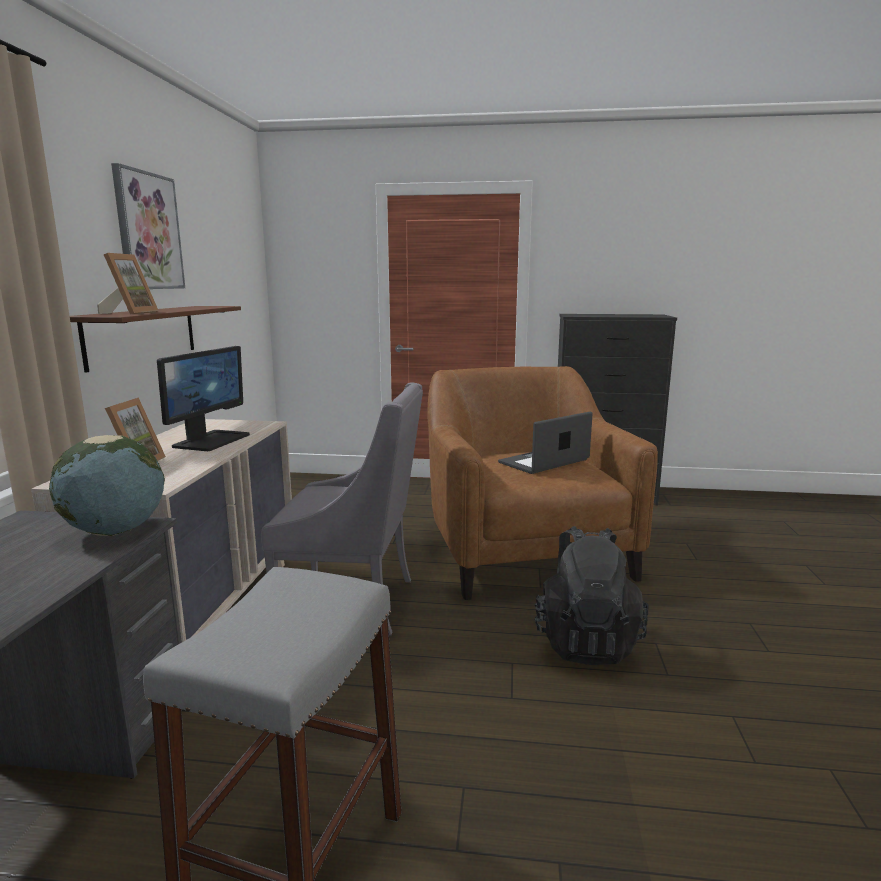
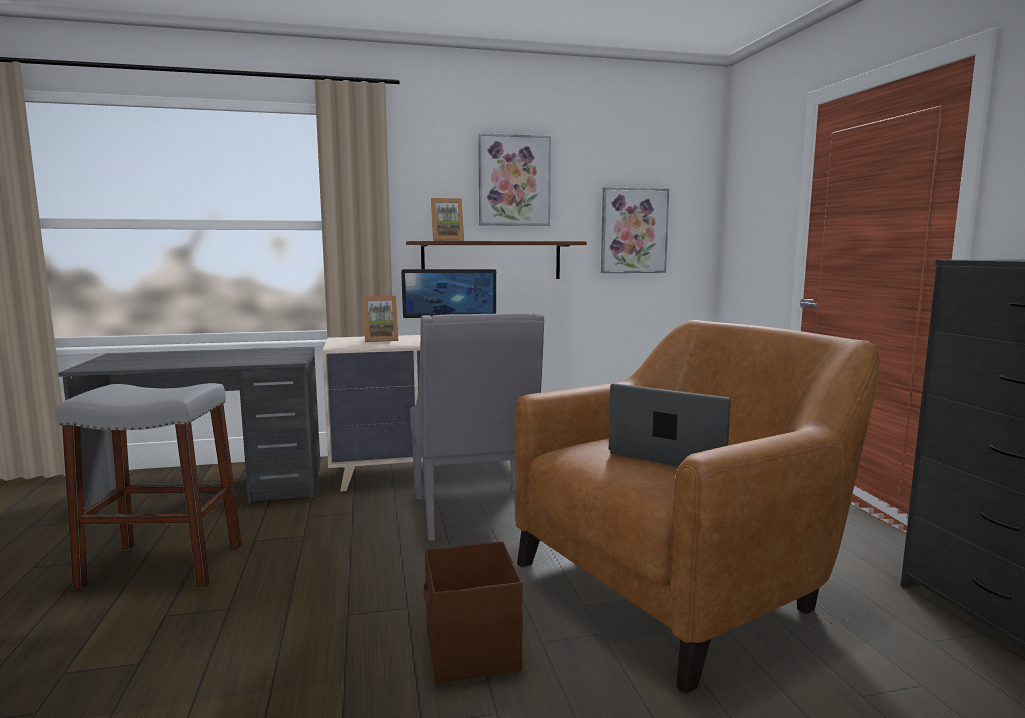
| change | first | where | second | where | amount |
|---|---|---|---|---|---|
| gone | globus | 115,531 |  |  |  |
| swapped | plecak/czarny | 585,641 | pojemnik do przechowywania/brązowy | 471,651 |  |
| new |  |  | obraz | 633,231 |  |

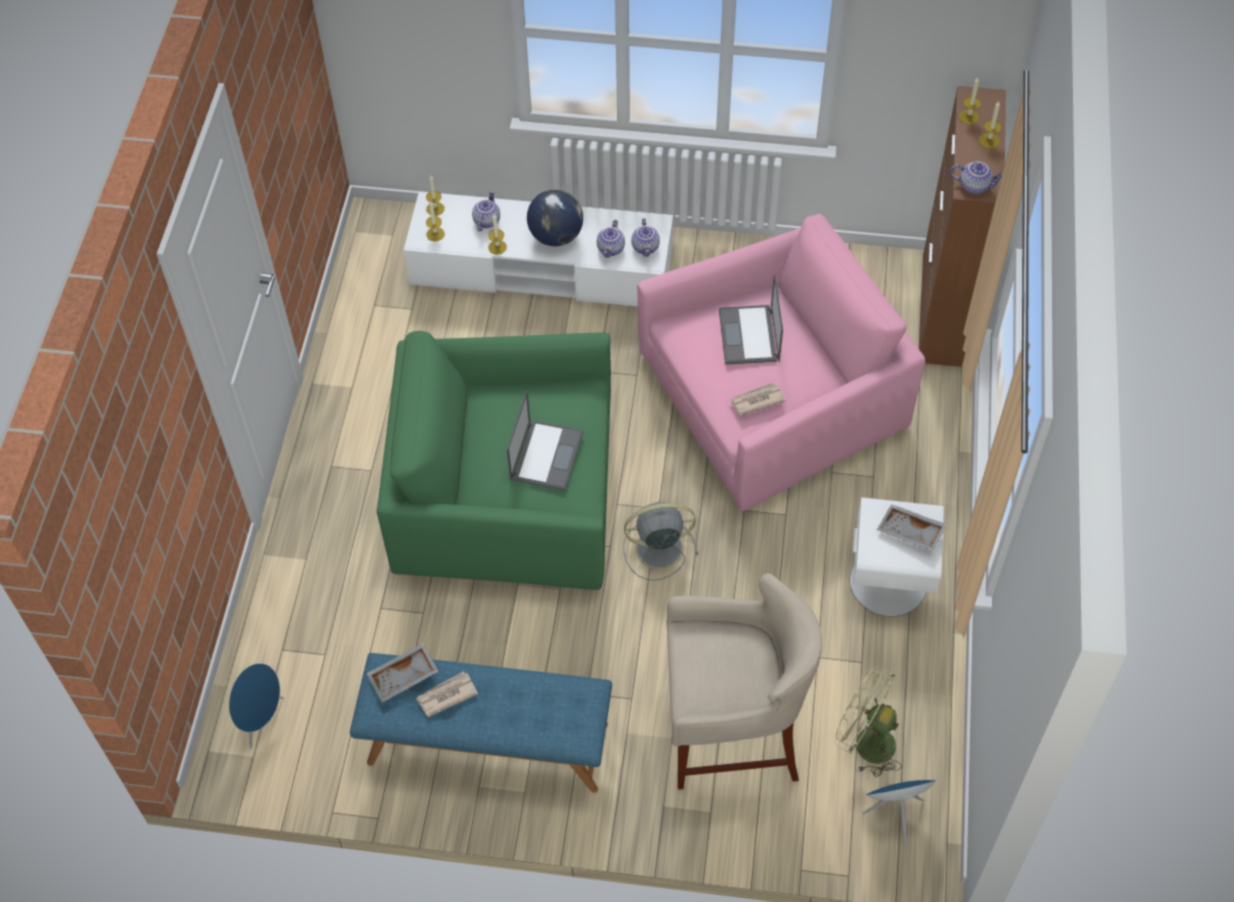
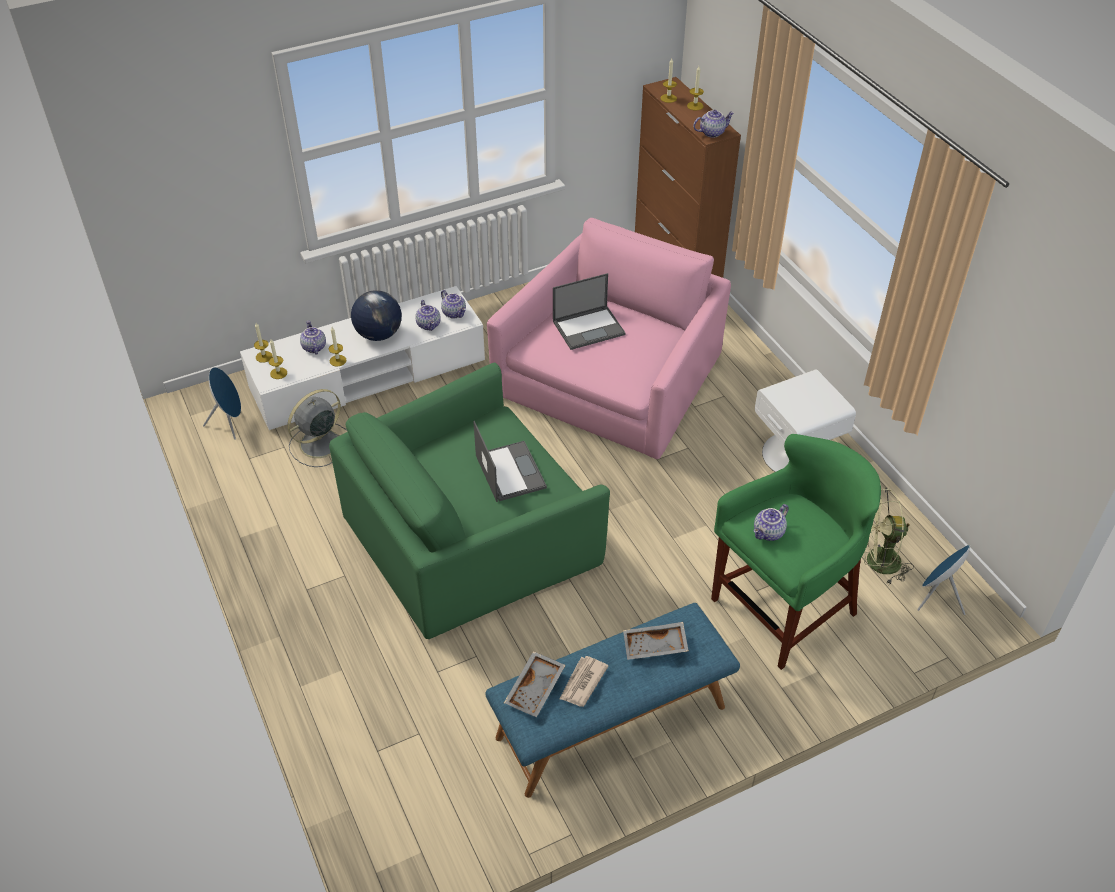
| change | first | where | second | where | amount |
|---|---|---|---|---|---|
| shifted | głośnik/niebieski | 261,720 |  | 230,423 |  |
| shifted | wentylator/szary | 657,549 |  | 318,444 |  |
| repainted | stołek/beżowy | 731,734 | stołek/zielony | 783,610 |  |
| rotated | laptop | 749,336 |  | 589,327 | 75 degrees counterclockwise |
| gone | gazeta | 756,400 |  |  |  |
| shifted | taca/szary | 910,533 |  | 655,647 |  |
| new |  |  | imbryk | 769,533 |  |

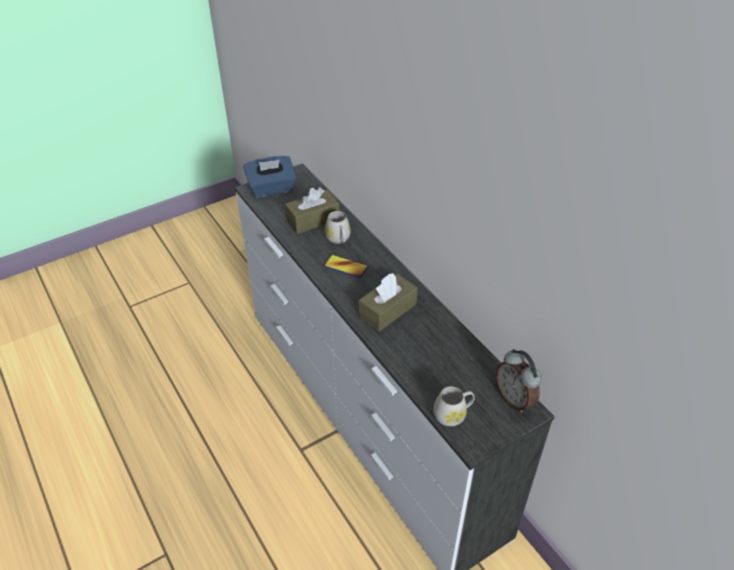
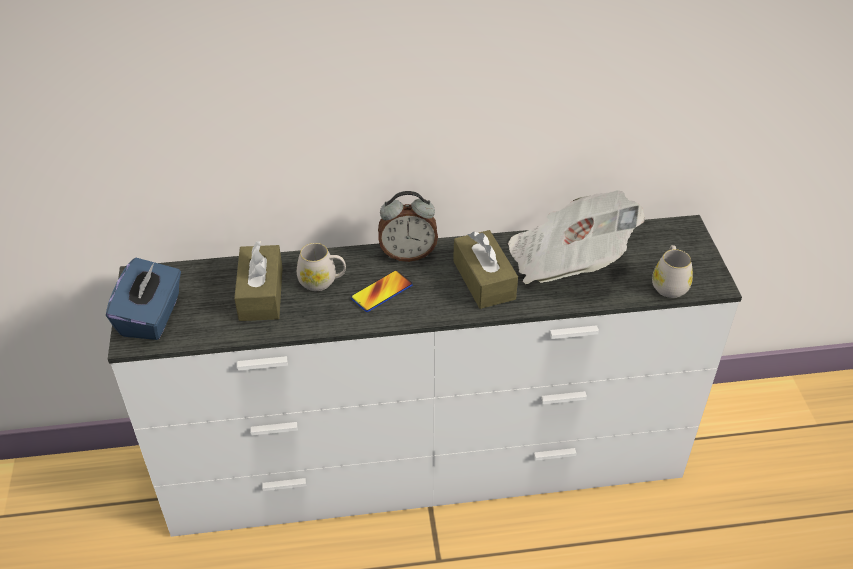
| change | first | where | second | where | amount |
|---|---|---|---|---|---|
| shifted | budzik | 514,399 |  | 408,254 |  |
| new |  |  | gazeta | 567,261 |  |

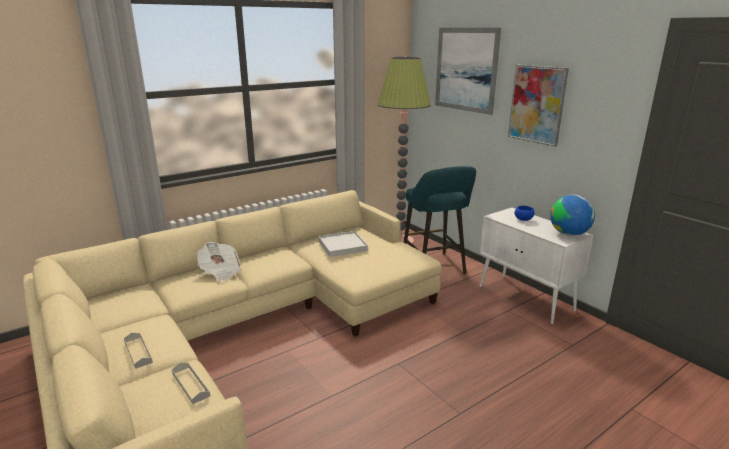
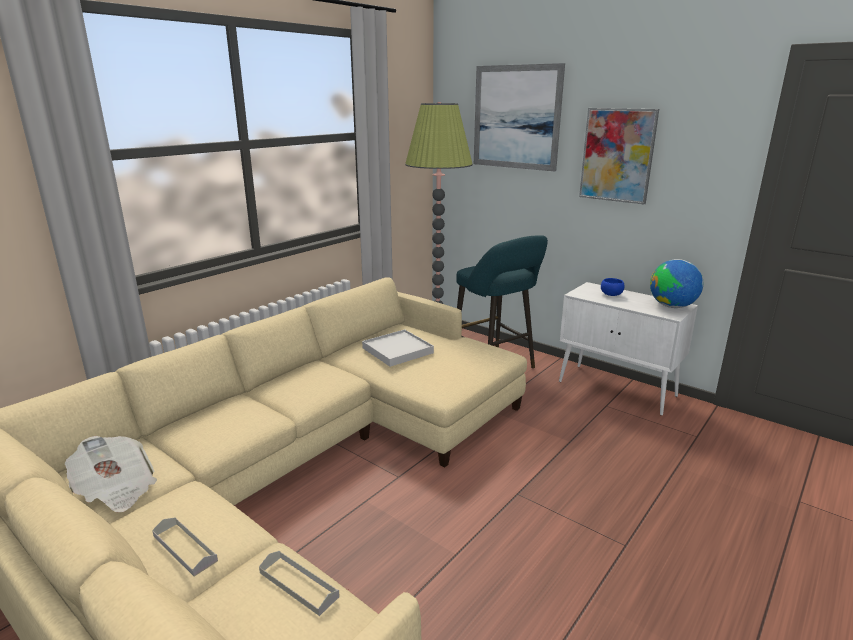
| change | first | where | second | where | amount |
|---|---|---|---|---|---|
| shifted | gazeta | 220,272 |  | 116,489 |  |

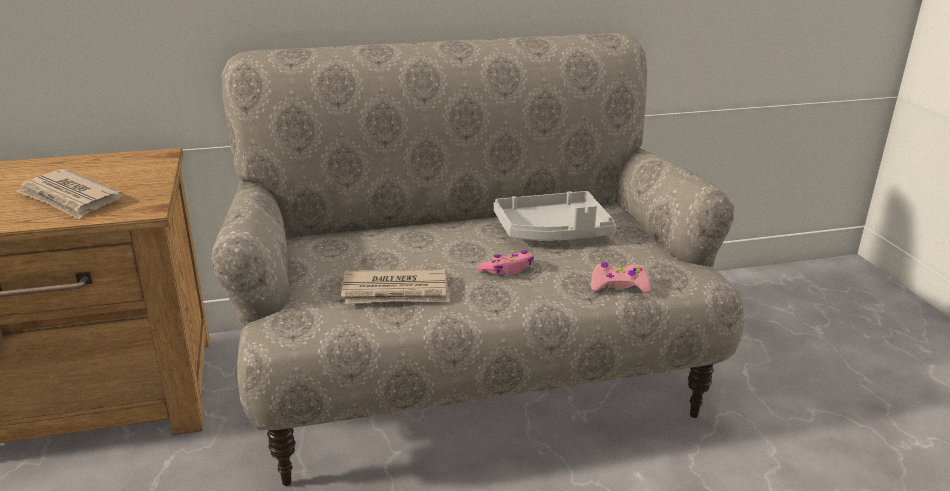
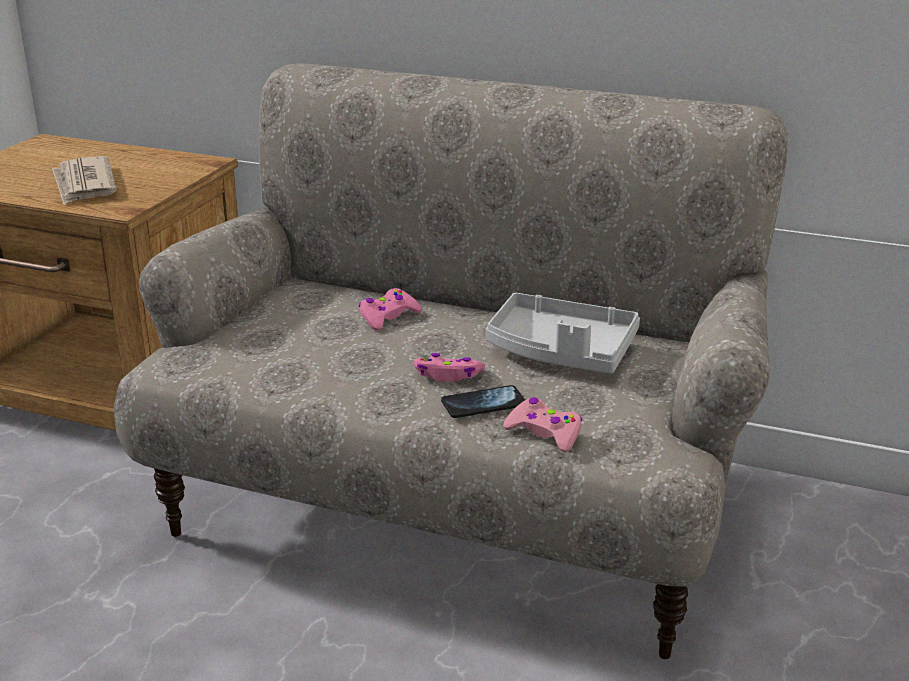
| change | first | where | second | where | amount |
|---|---|---|---|---|---|
| gone | gazeta | 396,292 |  |  |  |
| new |  |  | pad do gier/różowy | 388,317 |  |
| new |  |  | telefon | 483,404 |  |

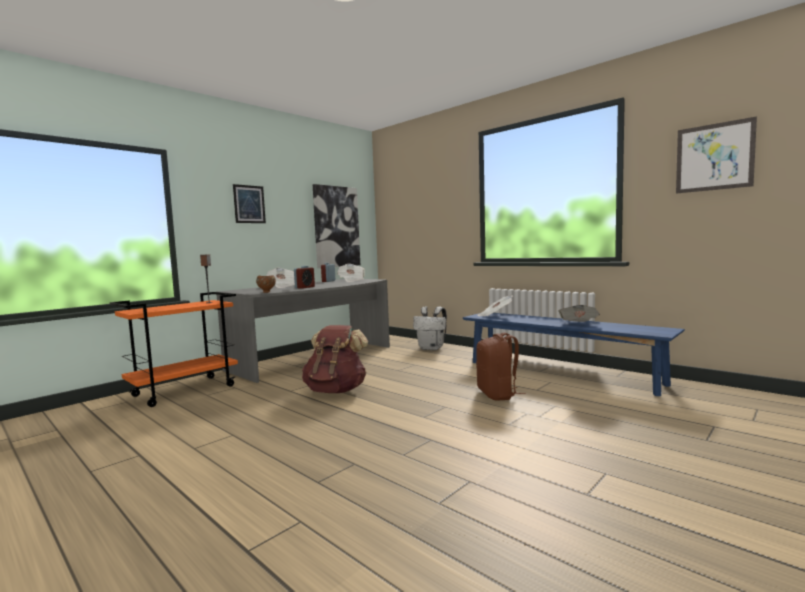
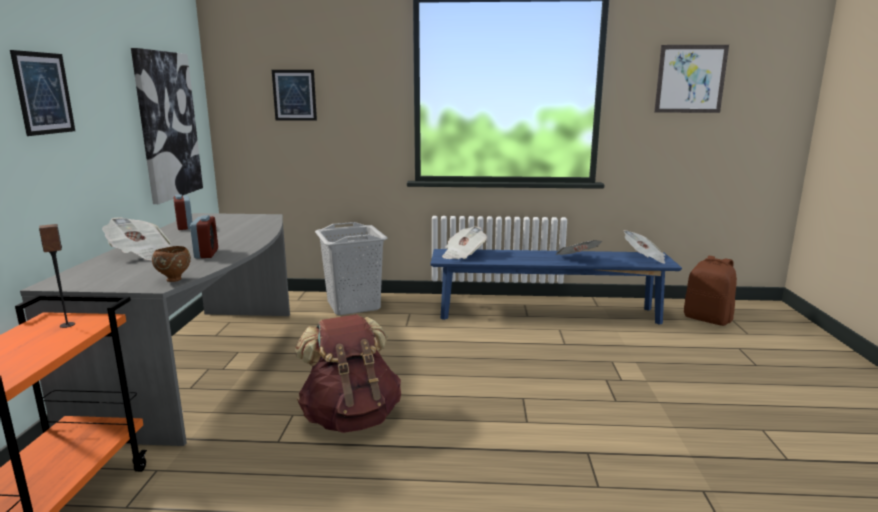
| change | first | where | second | where | amount |
|---|---|---|---|---|---|
| shifted | gazeta | 351,280 |  | 644,258 |  |
| swapped | plecak/biały | 432,348 | kosz na pranie/szary | 354,305 |  |
| shifted | plecak/brązowy | 498,394 |  | 707,319 |  |
| new |  |  | obraz | 294,95 |  |

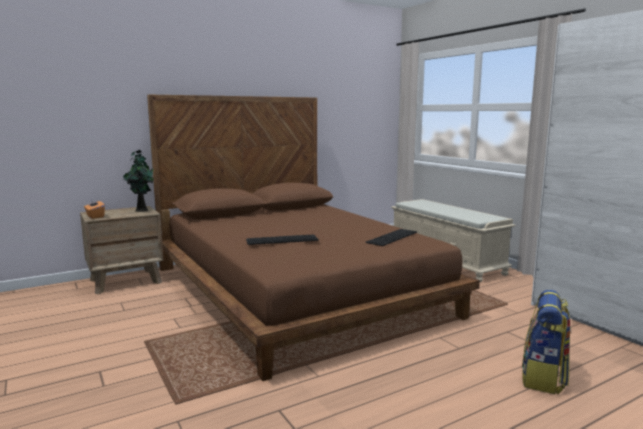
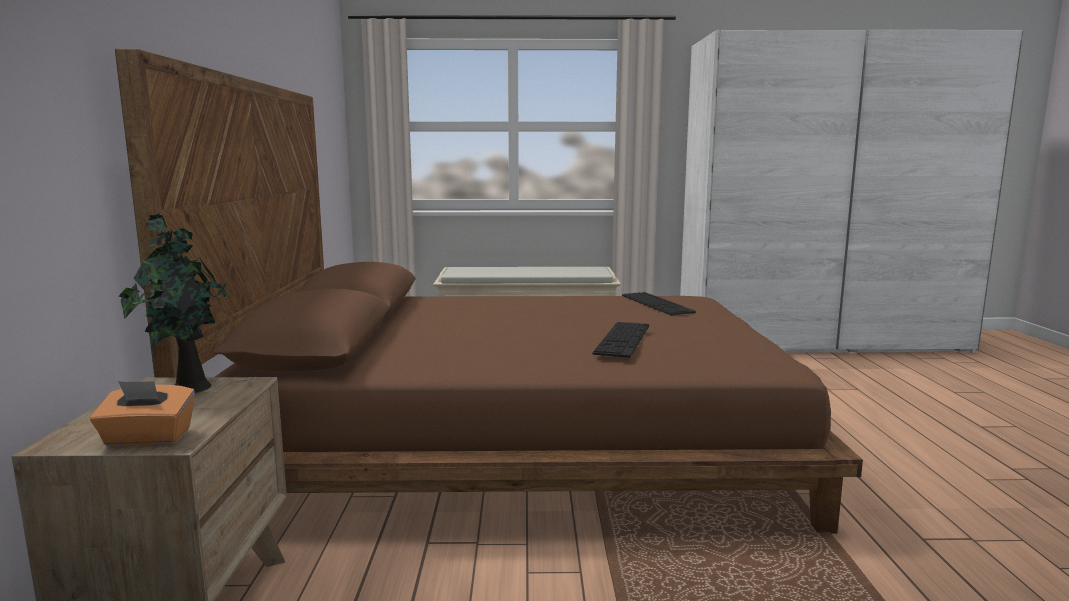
| change | first | where | second | where | amount |
|---|---|---|---|---|---|
| gone | plecak | 543,378 |  |  |  |

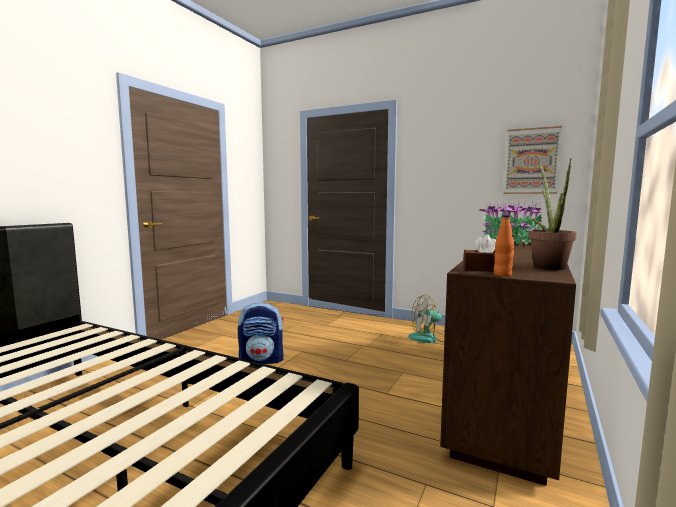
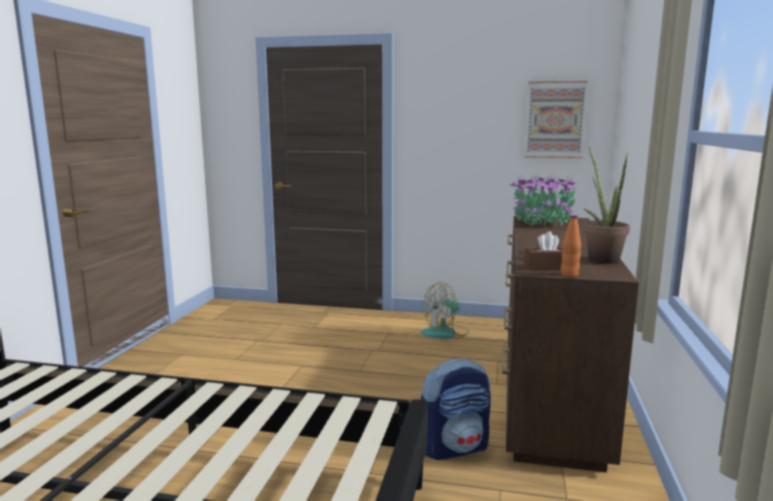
| change | first | where | second | where | amount |
|---|---|---|---|---|---|
| shifted | plecak | 262,360 |  | 455,447 |  |

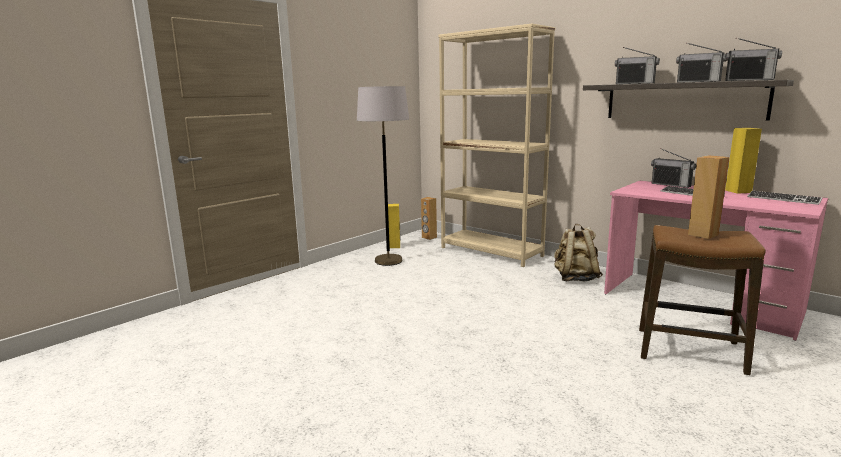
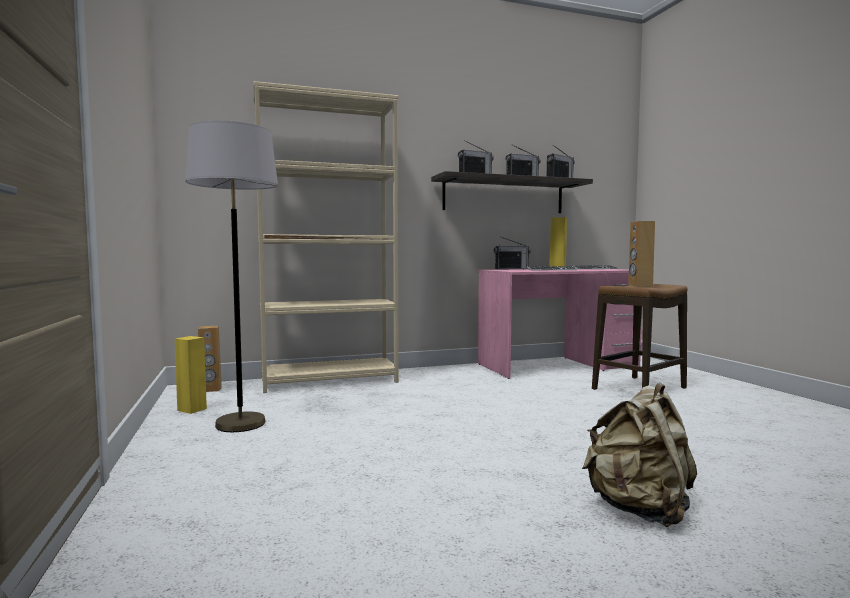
| change | first | where | second | where | amount |
|---|---|---|---|---|---|
| shifted | plecak/beżowy | 575,278 |  | 639,509 |  |

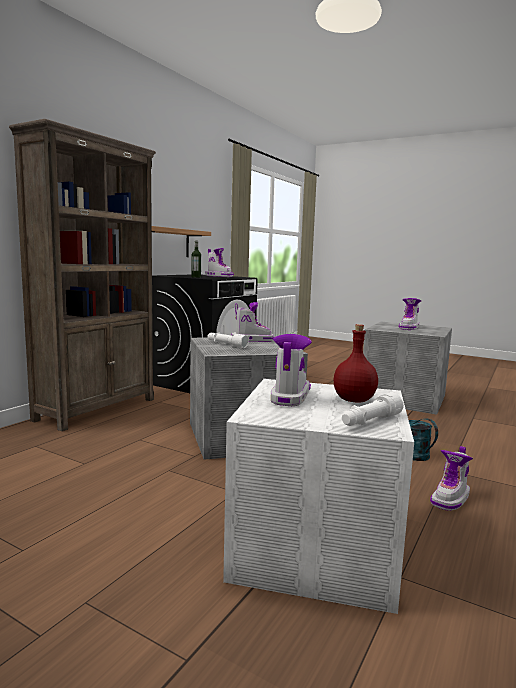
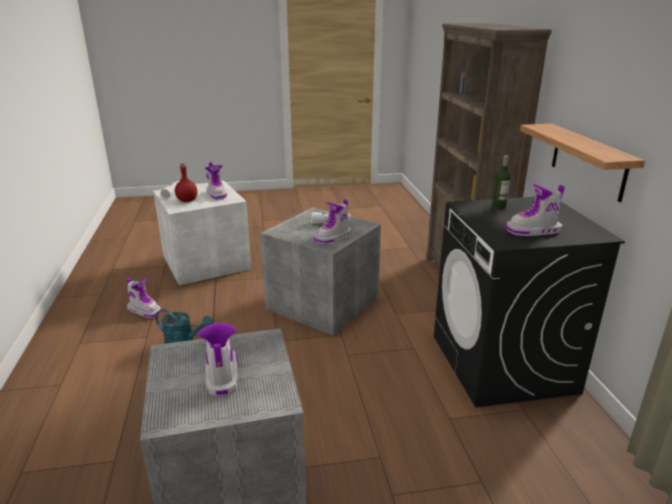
| change | first | where | second | where | amount |
|---|---|---|---|---|---|
| rotated | but z cholewką | 450,499 |  | 144,311 | 120 degrees clockwise |

